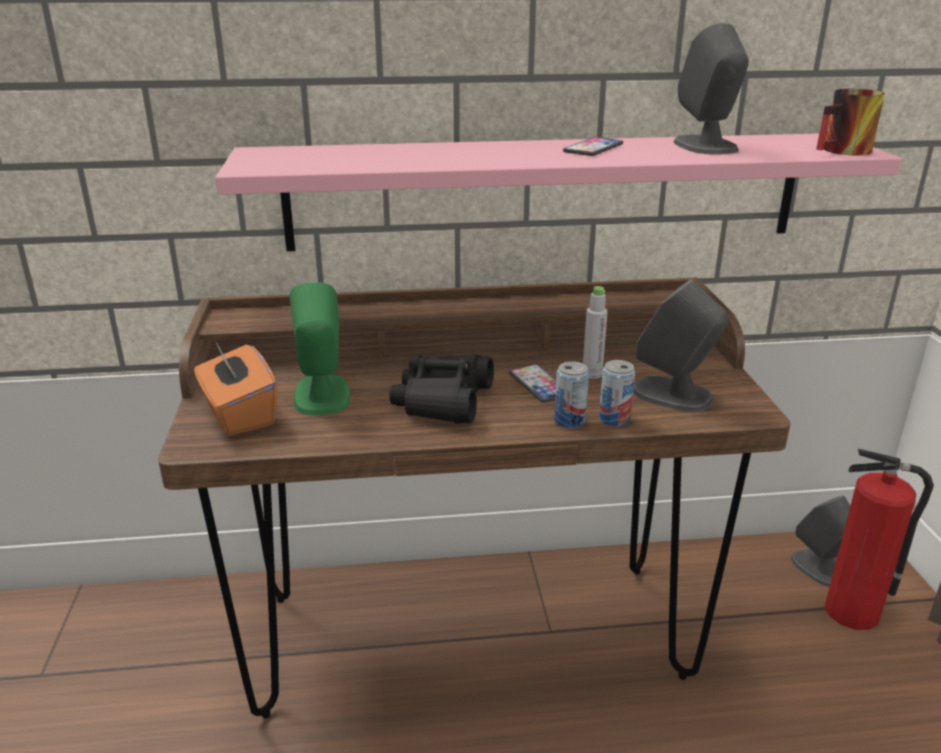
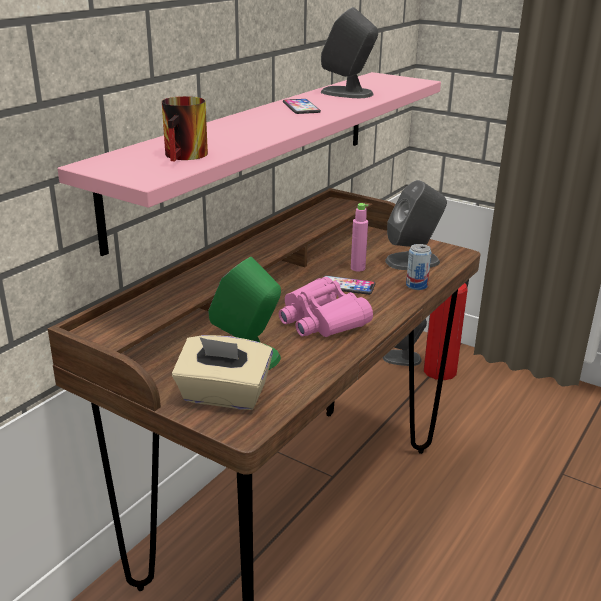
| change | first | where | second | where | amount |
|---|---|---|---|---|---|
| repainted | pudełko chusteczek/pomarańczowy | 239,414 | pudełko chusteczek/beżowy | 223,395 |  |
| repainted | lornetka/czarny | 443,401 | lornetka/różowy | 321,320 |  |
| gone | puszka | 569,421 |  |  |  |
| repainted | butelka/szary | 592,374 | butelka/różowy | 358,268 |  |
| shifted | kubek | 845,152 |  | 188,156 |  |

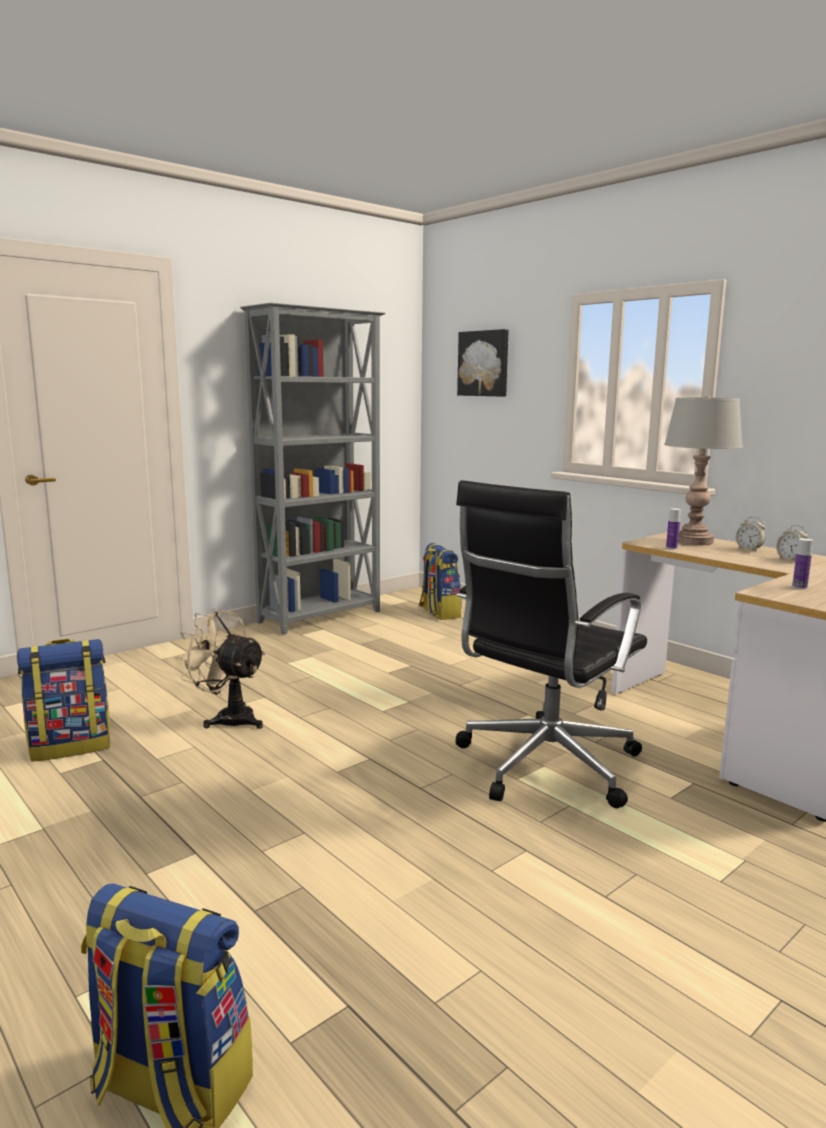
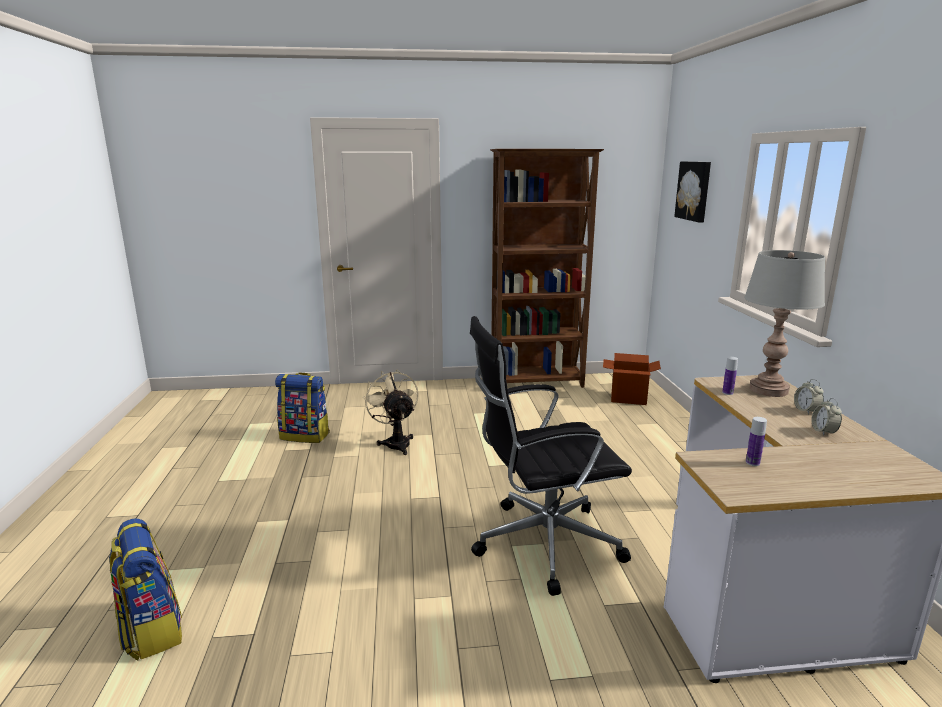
| change | first | where | second | where | amount |
|---|---|---|---|---|---|
| repainted | regał/szary | 321,617 | regał/brązowy | 537,383 |  |
| swapped | plecak | 439,613 | karton | 628,398 |  |

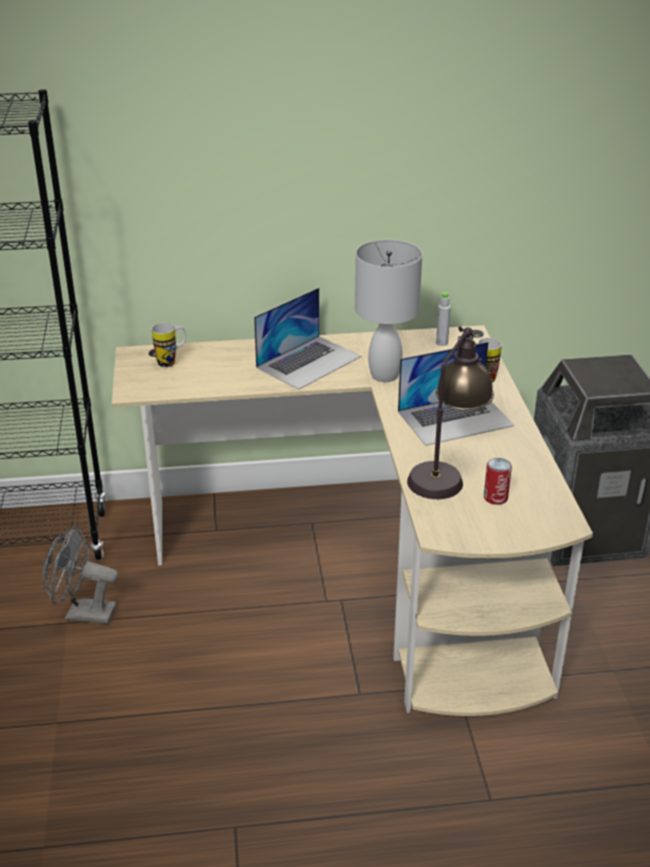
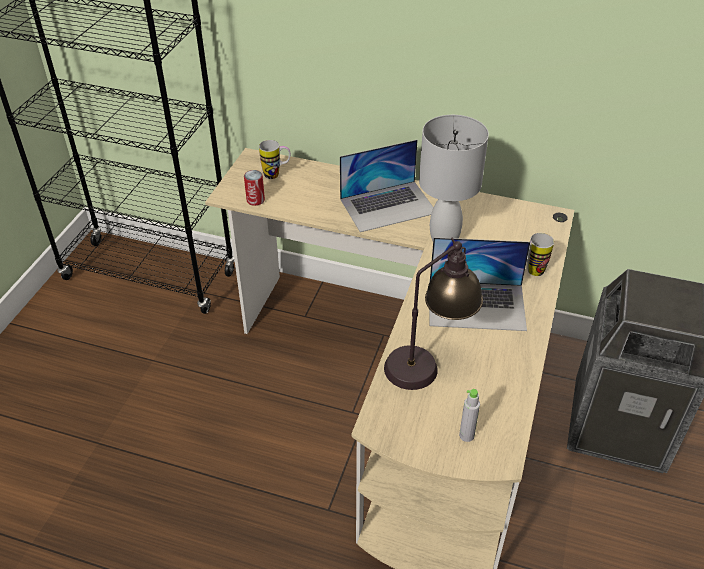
| change | first | where | second | where | amount |
|---|---|---|---|---|---|
| gone | wentylator/szary | 83,613 |  |  |  |
| shifted | butelka/szary | 442,343 |  | 466,435 |  |
| shifted | puszka | 495,497 |  | 255,200 |  |

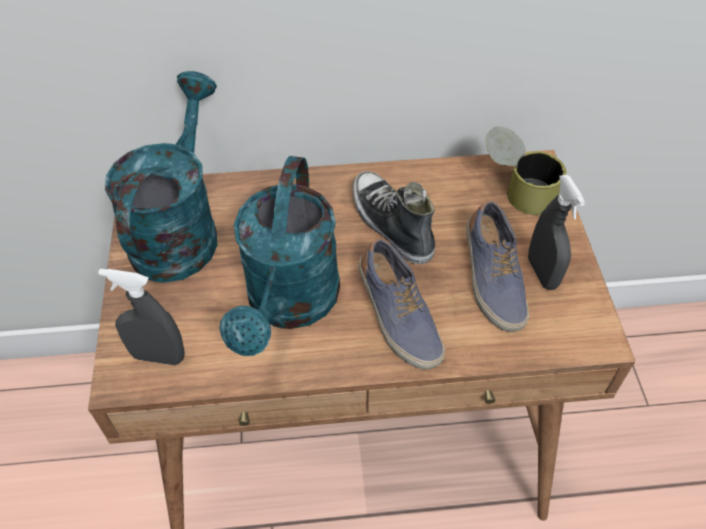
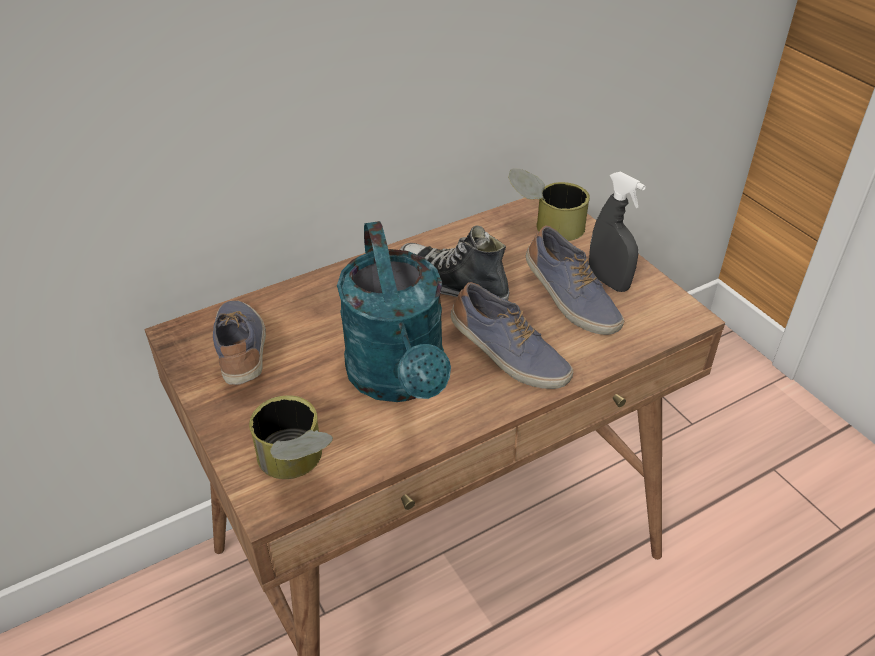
| change | first | where | second | where | amount |
|---|---|---|---|---|---|
| swapped | spryskiwacz/szary | 158,356 | puszka | 296,468 |  |
| swapped | konewka/turkusowy | 179,229 | but | 242,352 |  |

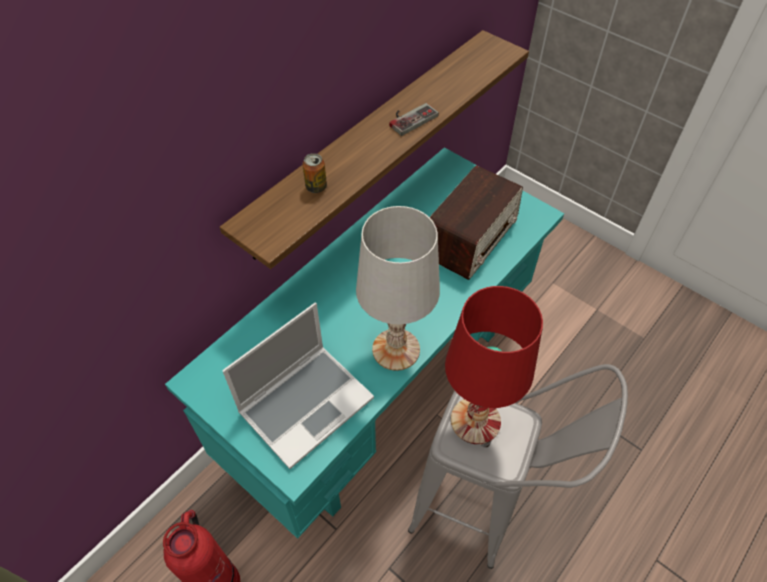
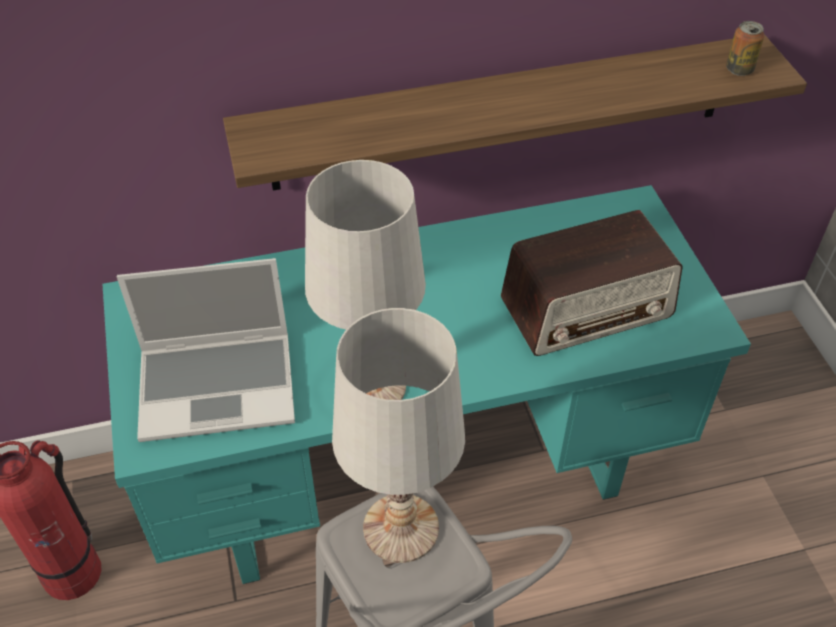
| change | first | where | second | where | amount |
|---|---|---|---|---|---|
| shifted | puszka | 316,187 |  | 739,69 |  |
| gone | pad do gier | 410,118 |  |  |  |
| repainted | lampa stołowa/czerwony | 475,421 | lampa stołowa/biały | 400,529 |  |

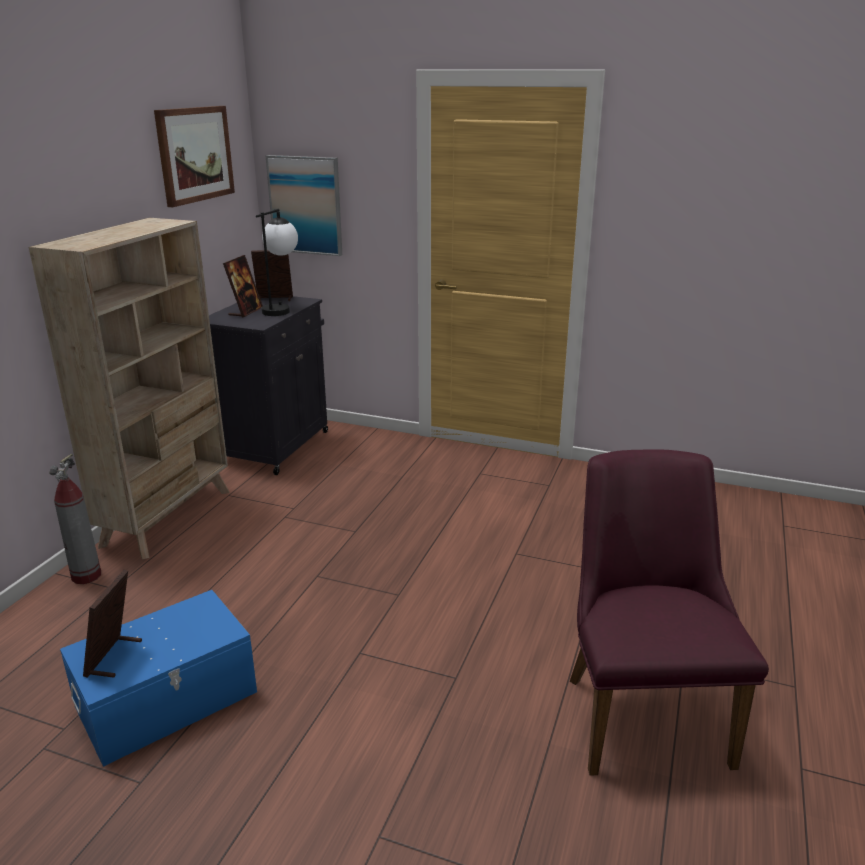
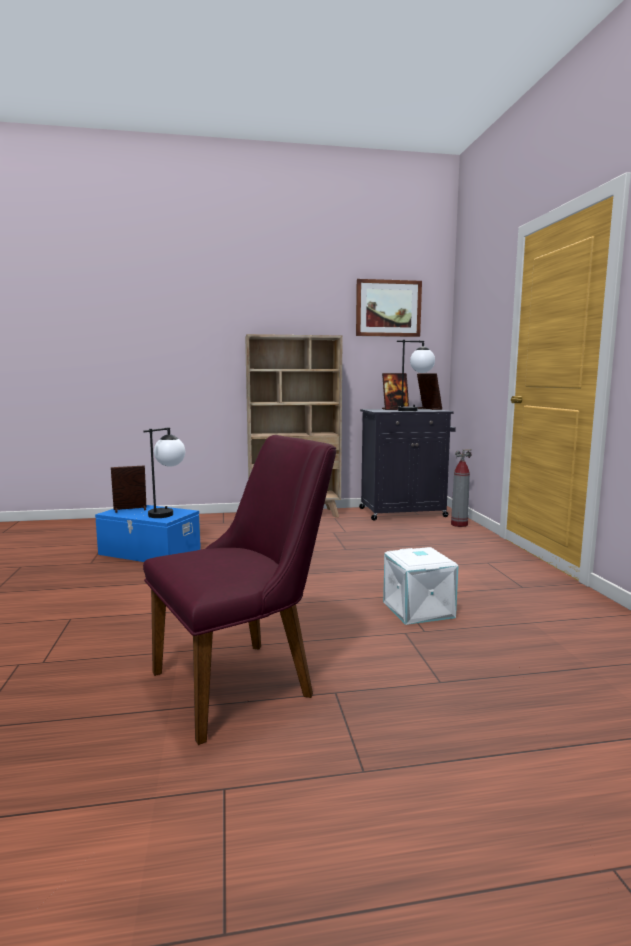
| change | first | where | second | where | amount |
|---|---|---|---|---|---|
| shifted | gaśnica | 86,576 |  | 459,524 |  |
| gone | obraz | 305,205 |  |  |  |
| new |  |  | lampa stołowa | 167,512 |  |
| new |  |  | pojemnik do przechowywania/biały | 419,610 |  |

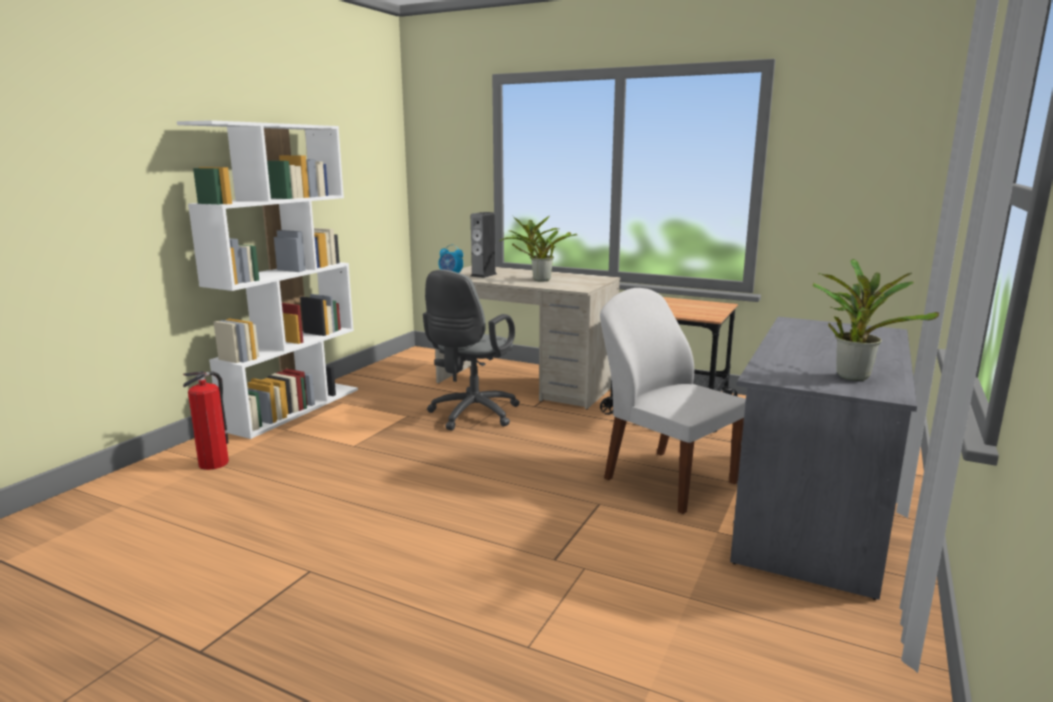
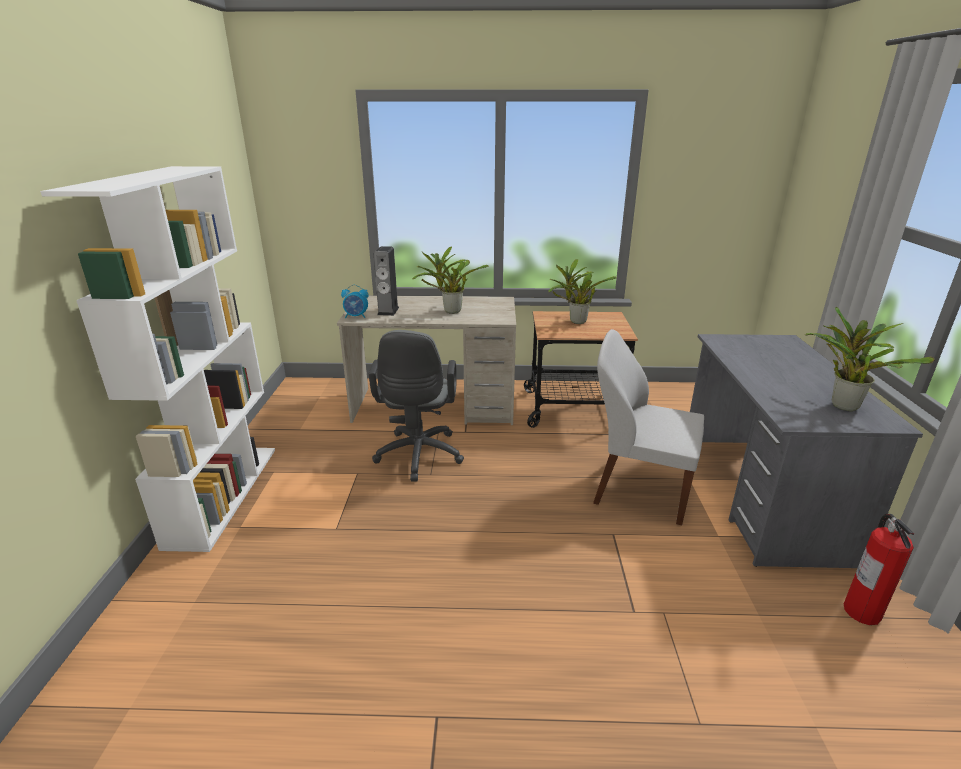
| change | first | where | second | where | amount |
|---|---|---|---|---|---|
| shifted | gaśnica | 214,463 |  | 861,611 |  |
| new |  |  | roślina doniczkowa | 575,322 |  |

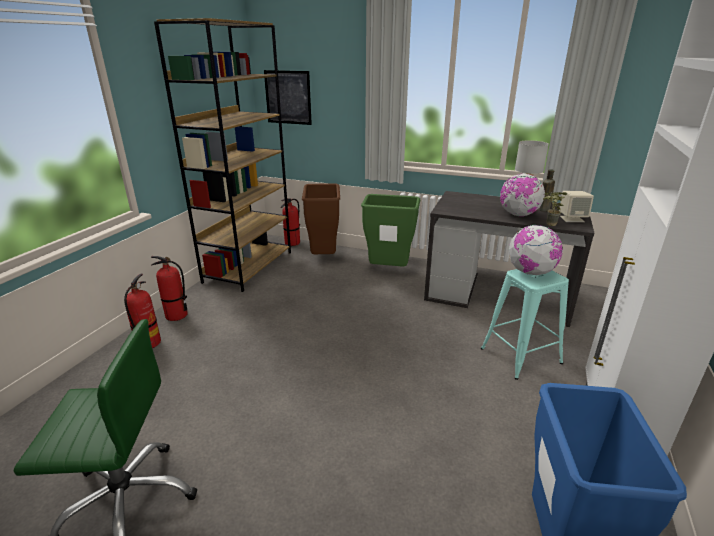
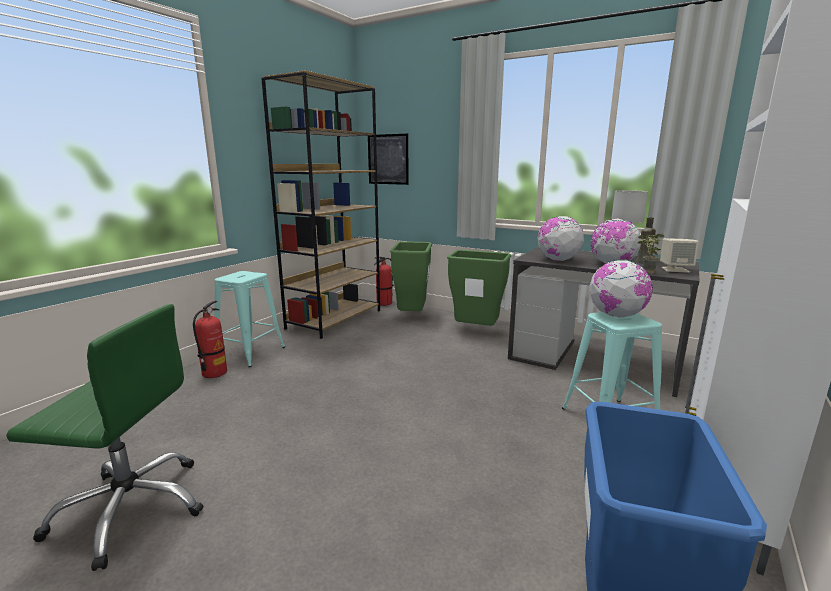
| change | first | where | second | where | amount |
|---|---|---|---|---|---|
| swapped | gaśnica | 176,316 | stołek/turkusowy | 250,353 |  |
| repainted | kosz na śmieci/brązowy | 323,257 | kosz na śmieci/zielony | 411,316 |  |
| new |  |  | globus | 558,260 |  |

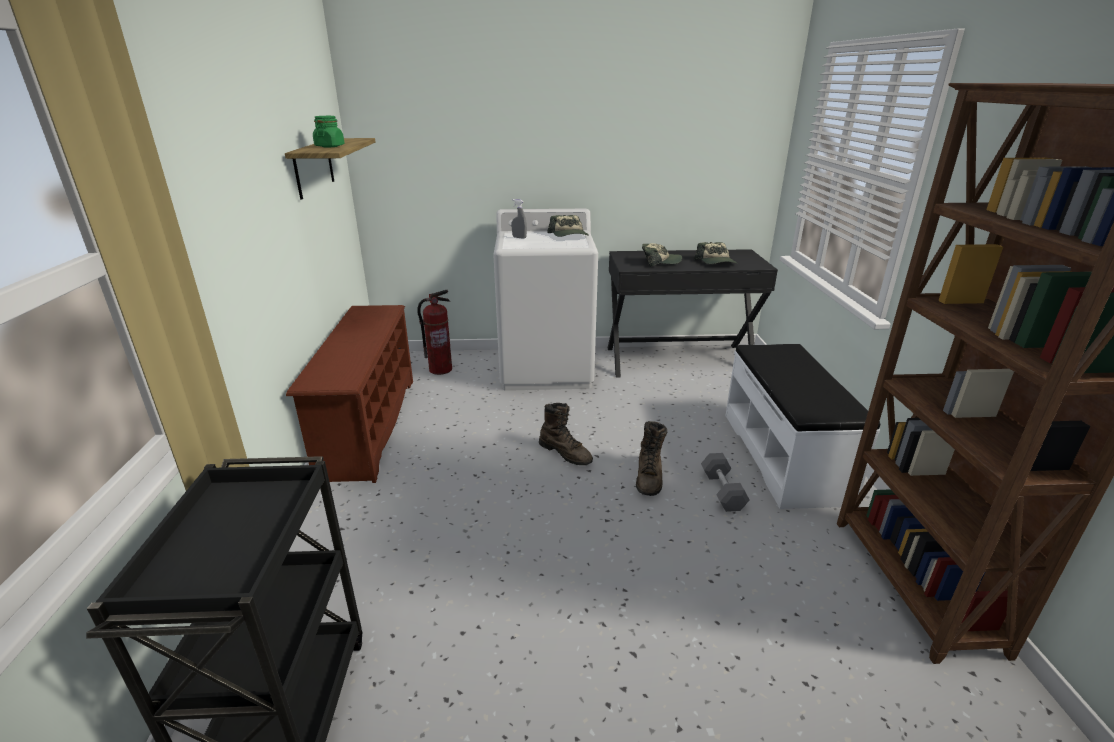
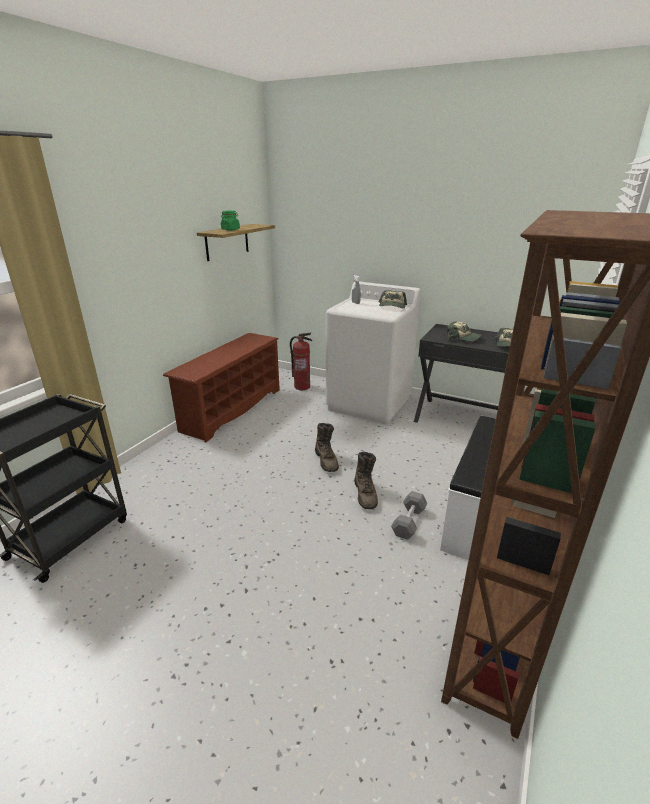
| change | first | where | second | where | amount |
|---|---|---|---|---|---|
| rotated | but z cholewką/brązowy | 649,477 |  | 365,494 | 45 degrees counterclockwise |

